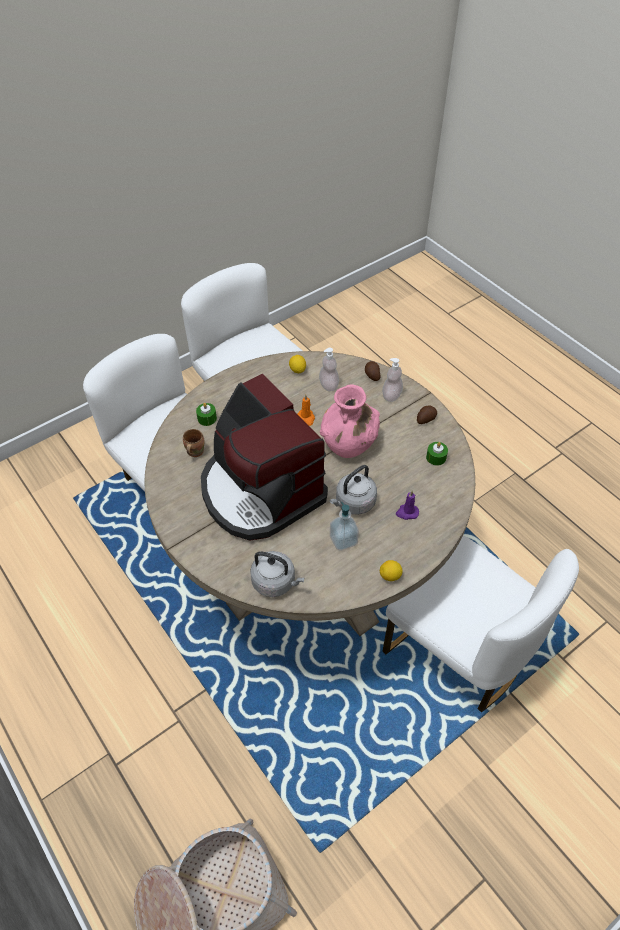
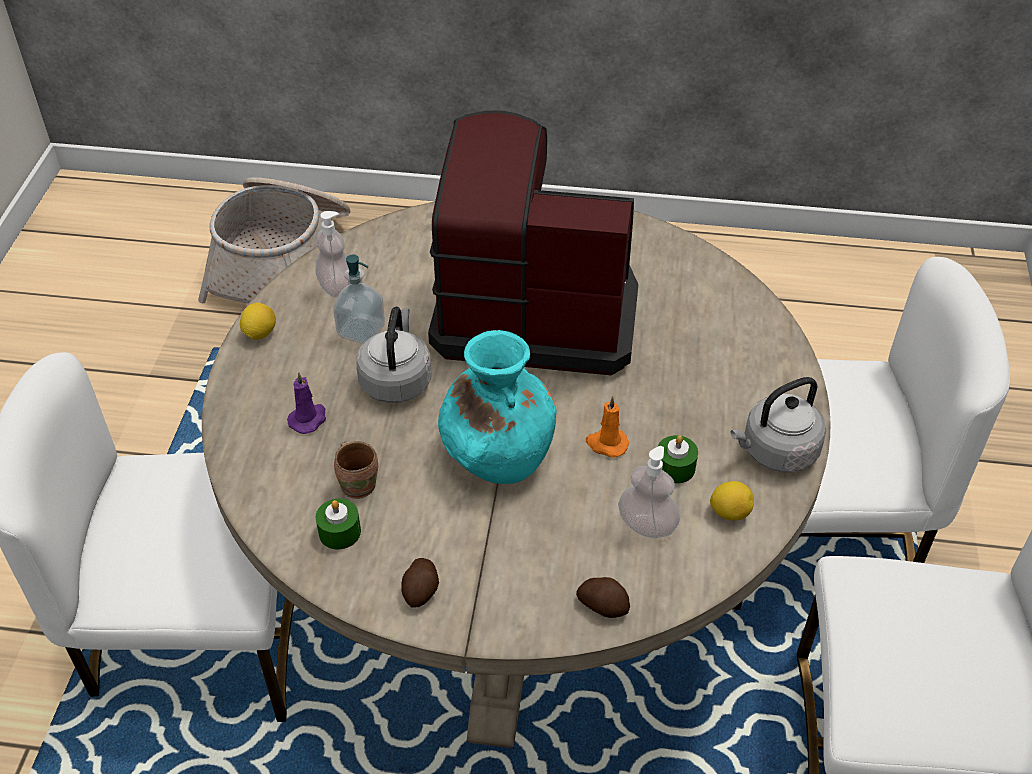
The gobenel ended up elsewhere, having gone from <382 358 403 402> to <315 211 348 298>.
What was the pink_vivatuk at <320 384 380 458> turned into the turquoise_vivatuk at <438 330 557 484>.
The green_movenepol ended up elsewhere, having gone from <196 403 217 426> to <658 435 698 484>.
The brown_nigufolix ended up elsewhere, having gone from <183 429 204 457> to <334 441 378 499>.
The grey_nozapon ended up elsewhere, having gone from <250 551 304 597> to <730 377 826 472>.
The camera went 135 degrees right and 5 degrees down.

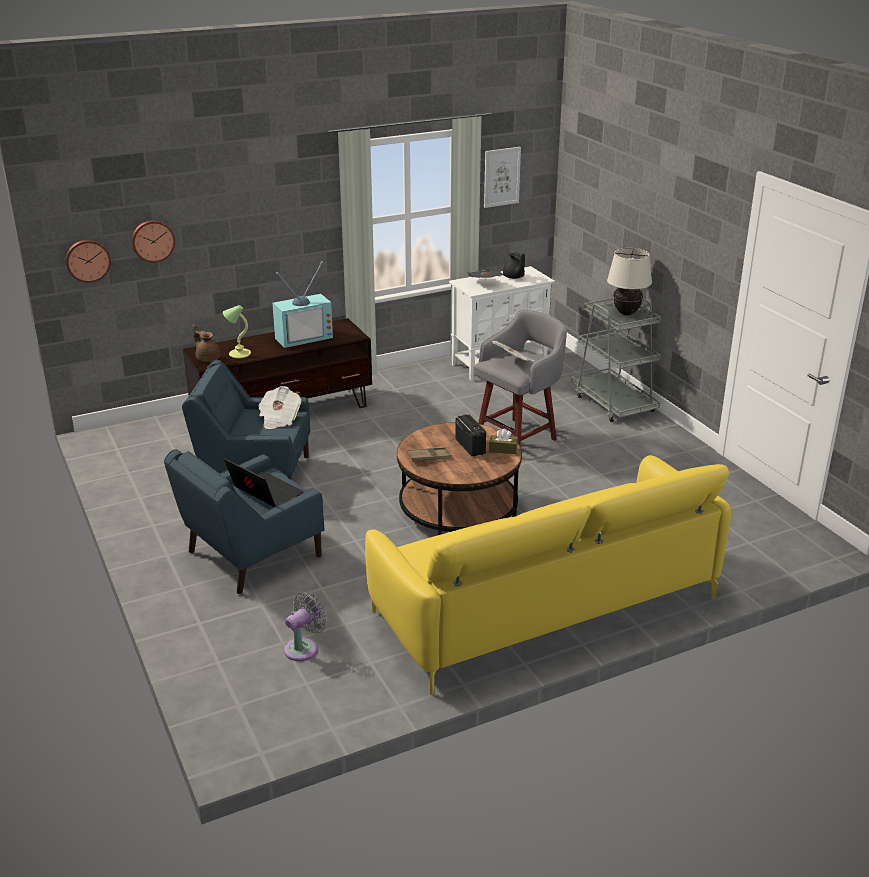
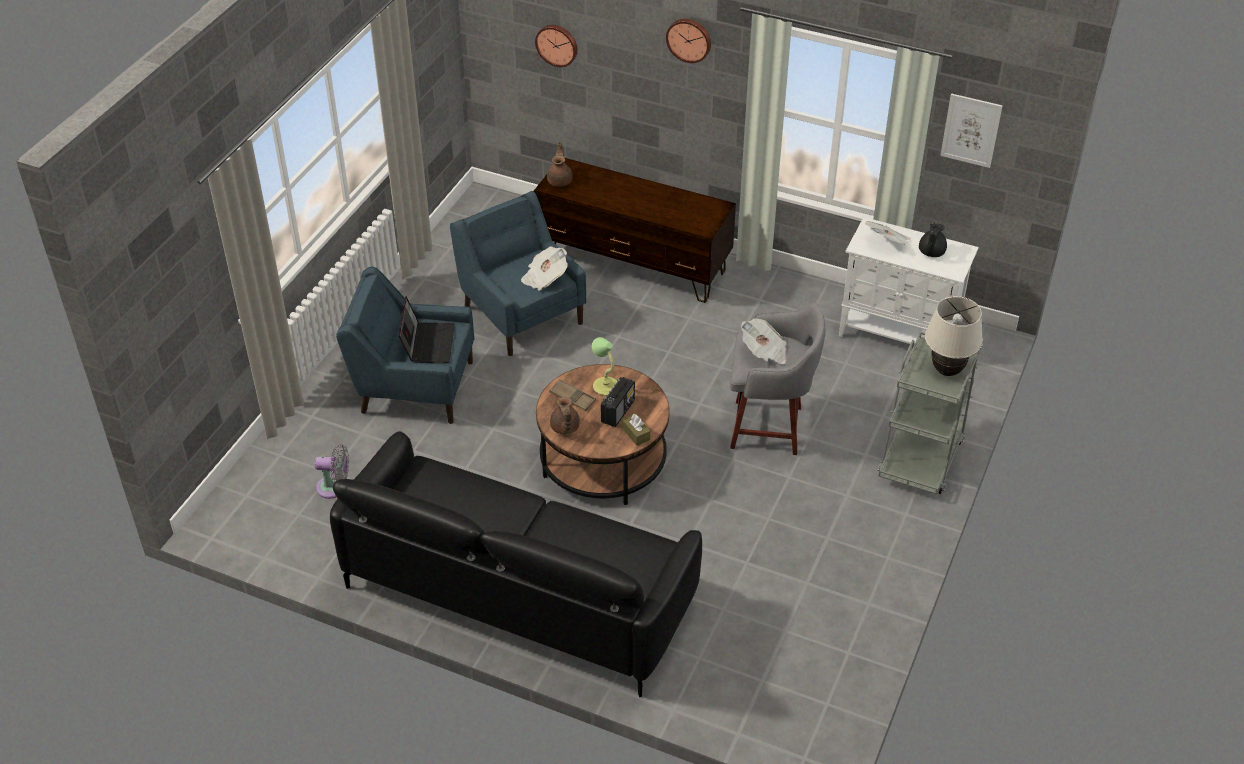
The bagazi ended up elsewhere, having gone from <66 240 111 283> to <666 19 711 63>.
The second view lost the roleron at <272 261 333 348>.
The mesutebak ended up elsewhere, having gone from <223 305 251 359> to <592 337 617 395>.
What was the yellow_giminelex at <365 455 731 695> turned into the black_giminelex at <330 431 702 697>.
The second view gained the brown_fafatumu at <550 397 580 435>.
The camera went 50 degrees right and 15 degrees up.

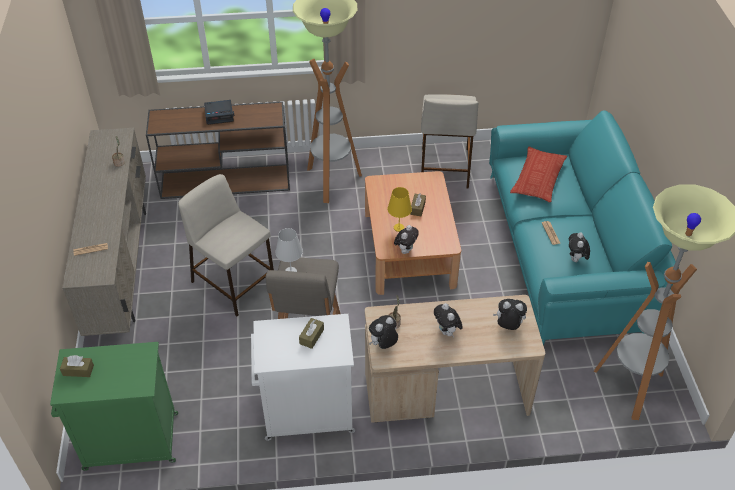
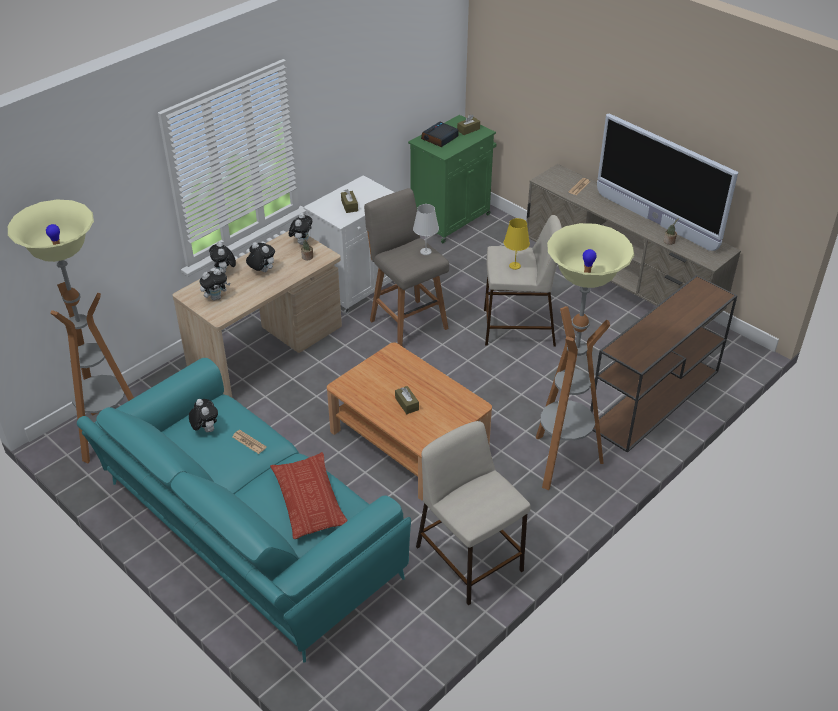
The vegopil ended up elsewhere, having gone from <204 100 235 125> to <421 122 459 147>.
The yellow_mesutebak ended up elsewhere, having gone from <387 187 412 232> to <504 218 530 270>.
The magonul ended up elsewhere, having gone from <394 225 419 254> to <209 241 236 273>.
The second view gained the roleron at <597 114 738 251>.
The camera went 140 degrees right and 5 degrees down.

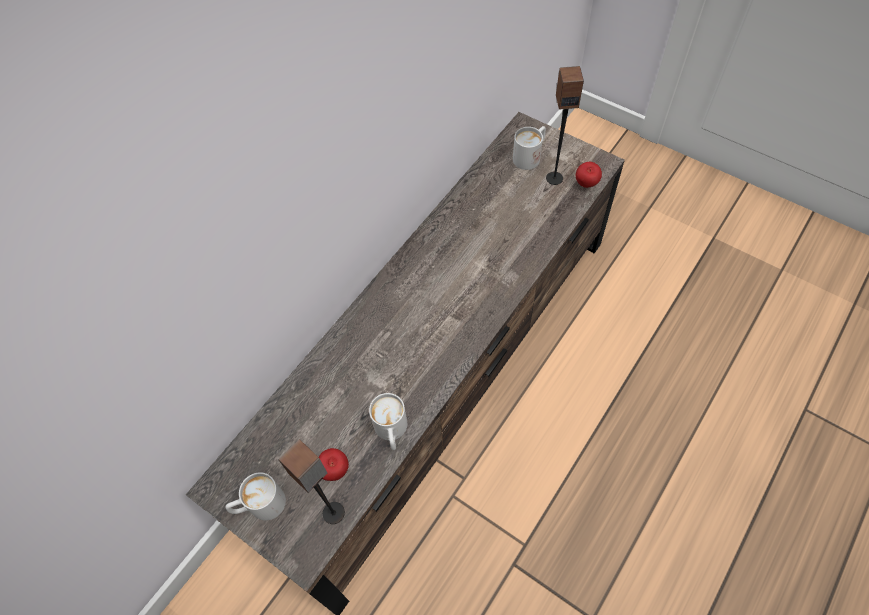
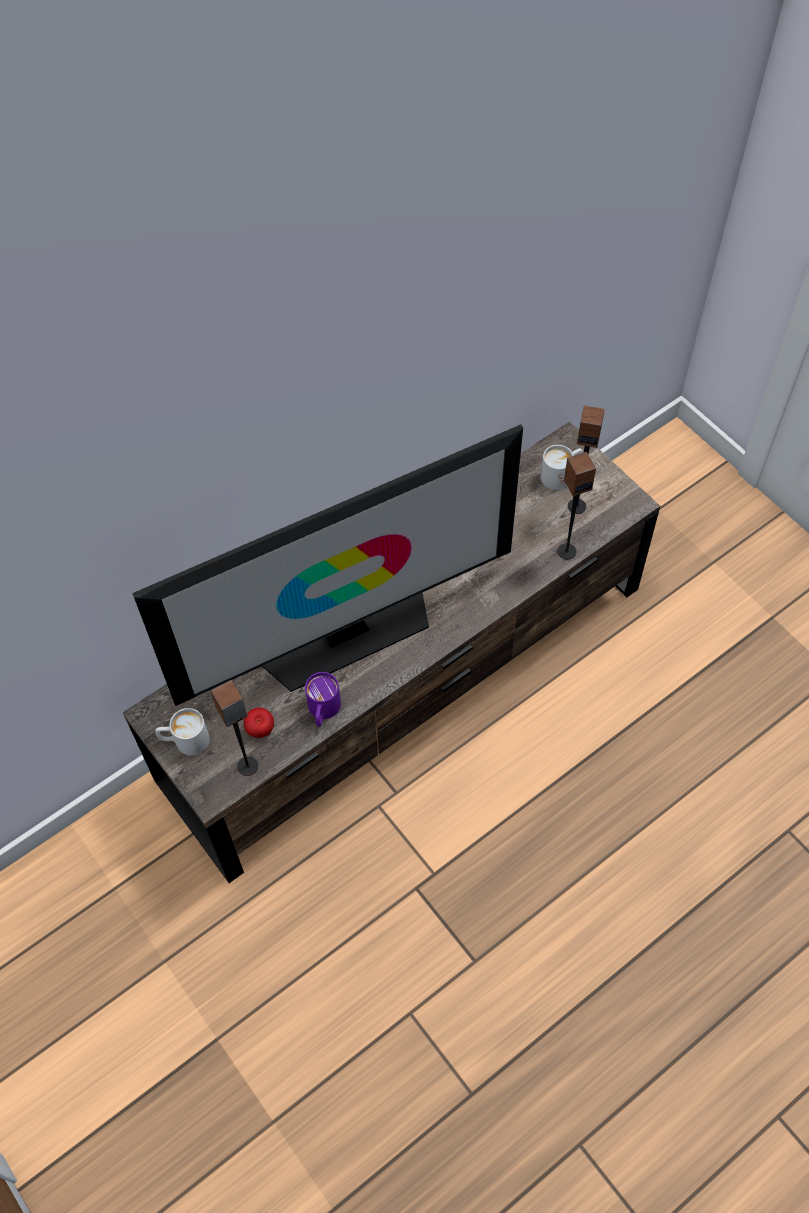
The second view lost the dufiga at <576 162 602 188>.
What was the white_nigufolix at <369 393 407 450> turned into the purple_nigufolix at <305 672 341 727>.
The second view gained the roleron at <132 424 523 706>.
The second view gained the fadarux at <557 452 596 559>.
The camera went 15 degrees right and 0 degrees up.

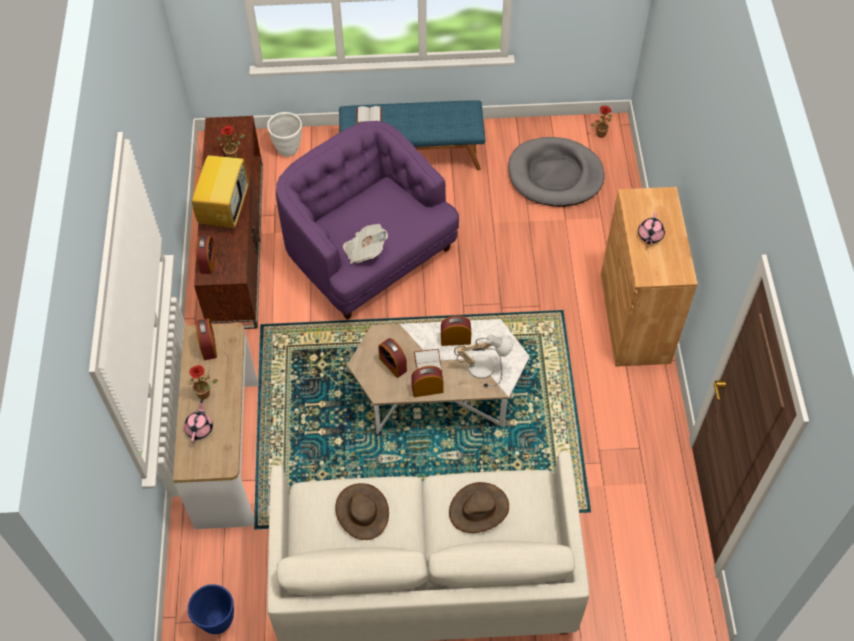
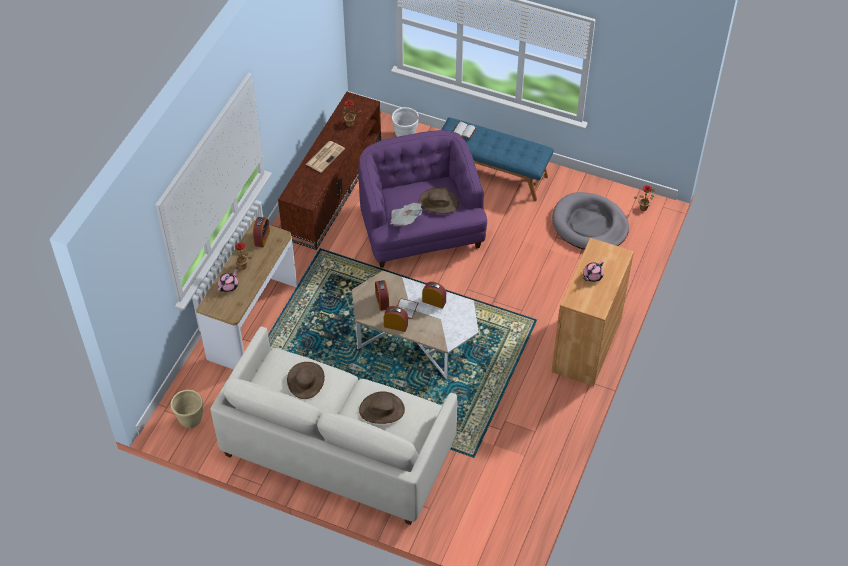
Where the roleron stood at <192 145 249 228>, the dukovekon came to stand at <306 141 345 172>.
The second view lost the vegopil at <196 236 216 274>.
The second view lost the mesutebak at <454 335 514 388>.
What was the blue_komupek at <188 584 234 634> turned into the beige_komupek at <171 390 203 428>.
The second view gained the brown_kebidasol at <419 187 459 214>.
The camera went 25 degrees right and 5 degrees down.

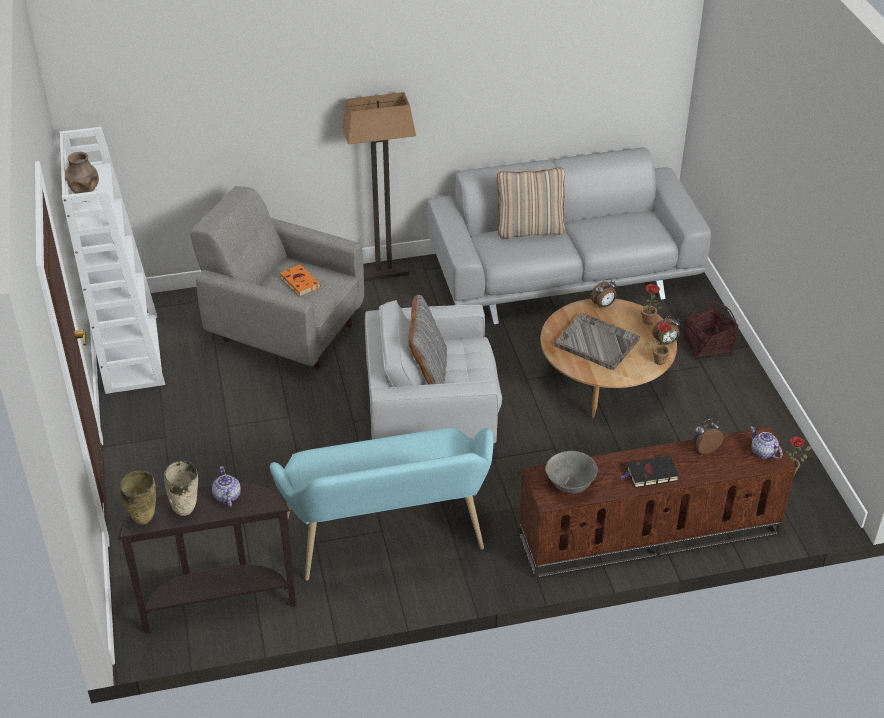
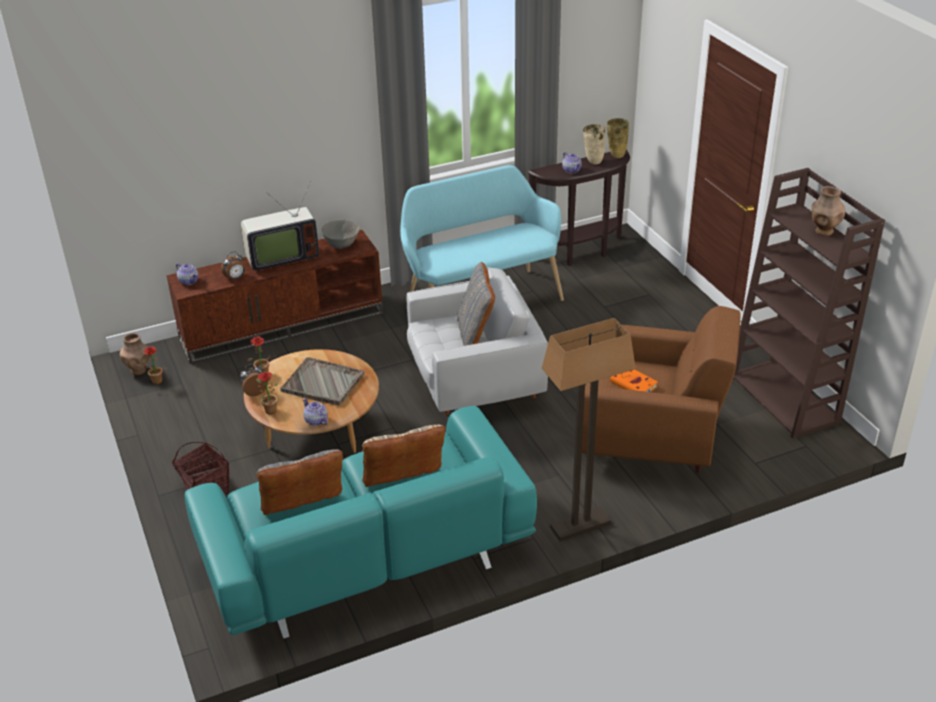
What was the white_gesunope at <59 127 165 394> turned into the brown_gesunope at <733 168 885 439>.
What was the grey_giminelex at <427 147 711 324> turned into the turquoise_giminelex at <185 406 537 639>.
What was the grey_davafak at <190 186 364 370> turned into the brown_davafak at <582 306 741 473>.
Where the vegopil stood at <591 279 617 308>, the fafatumu came to stand at <302 398 328 426>.
Where the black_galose stood at <621 456 679 488>, the roleron came to stand at <241 181 319 273>.
The second view gained the brown_vivatuk at <120 333 150 375>.
The second view gained the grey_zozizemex at <257 449 343 515>.
The camera went 170 degrees right and 5 degrees down.

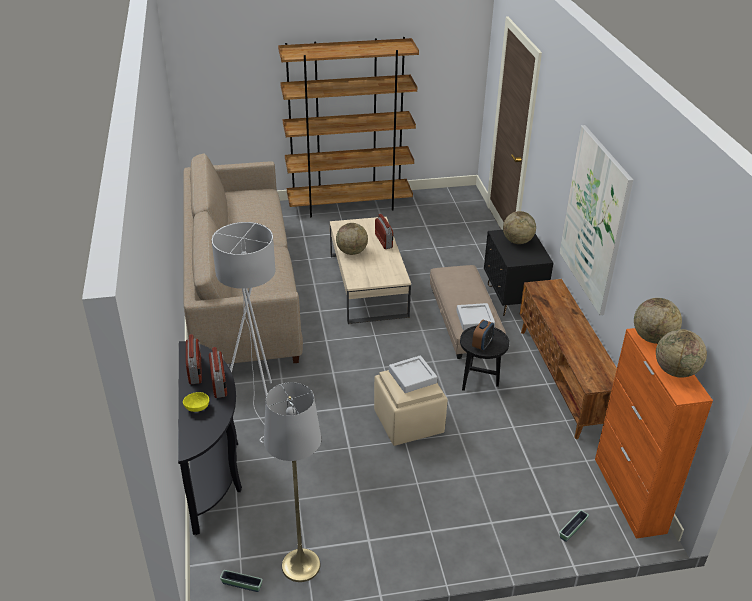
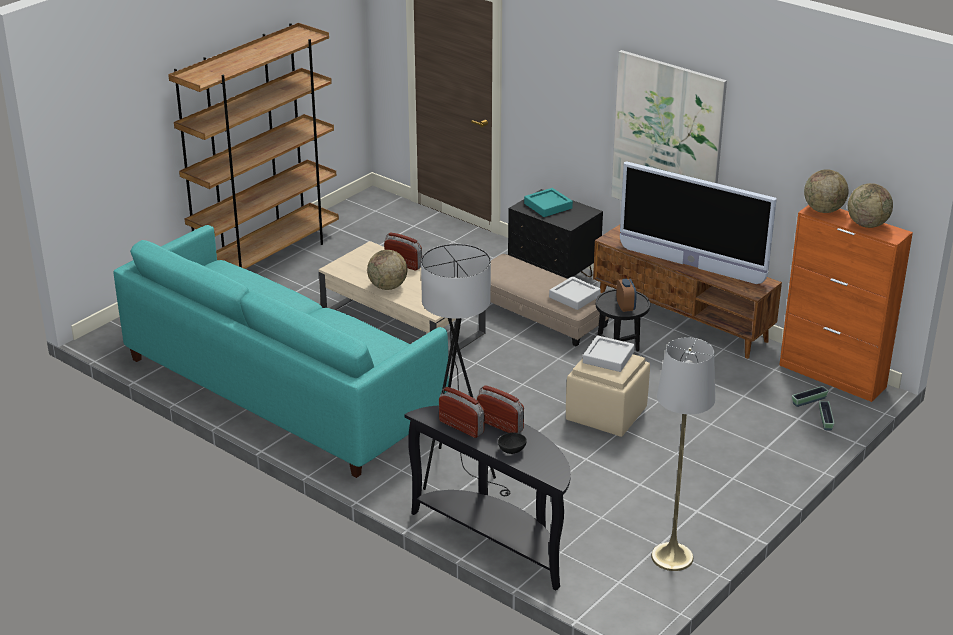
What was the beige_giminelex at <183 154 303 364> turned into the turquoise_giminelex at <113 225 449 478>.
Where the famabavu stood at <503 211 536 244>, the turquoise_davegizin came to stand at <524 188 573 217>.
What was the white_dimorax at <212 222 275 443> turned into the black_dimorax at <421 244 510 496>.
What was the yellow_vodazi at <183 392 209 412> turned into the black_vodazi at <498 432 527 454>.
The komupek ended up elsewhere, having gone from <220 570 263 592> to <792 386 828 407>.
The second view gained the roleron at <620 161 777 284>.
The camera went 40 degrees left and 5 degrees down.

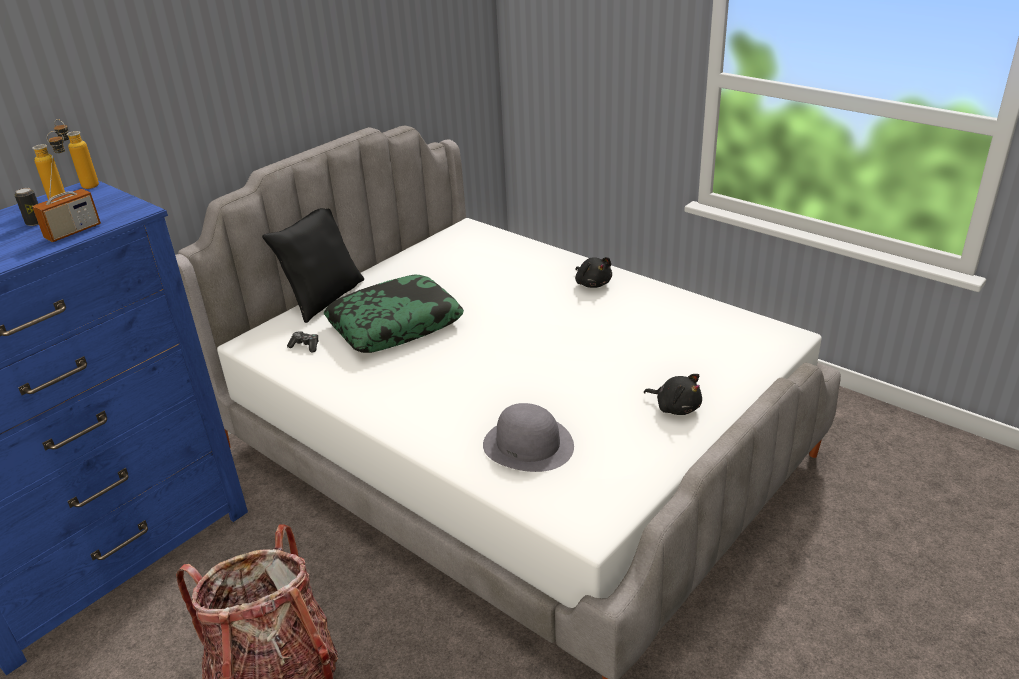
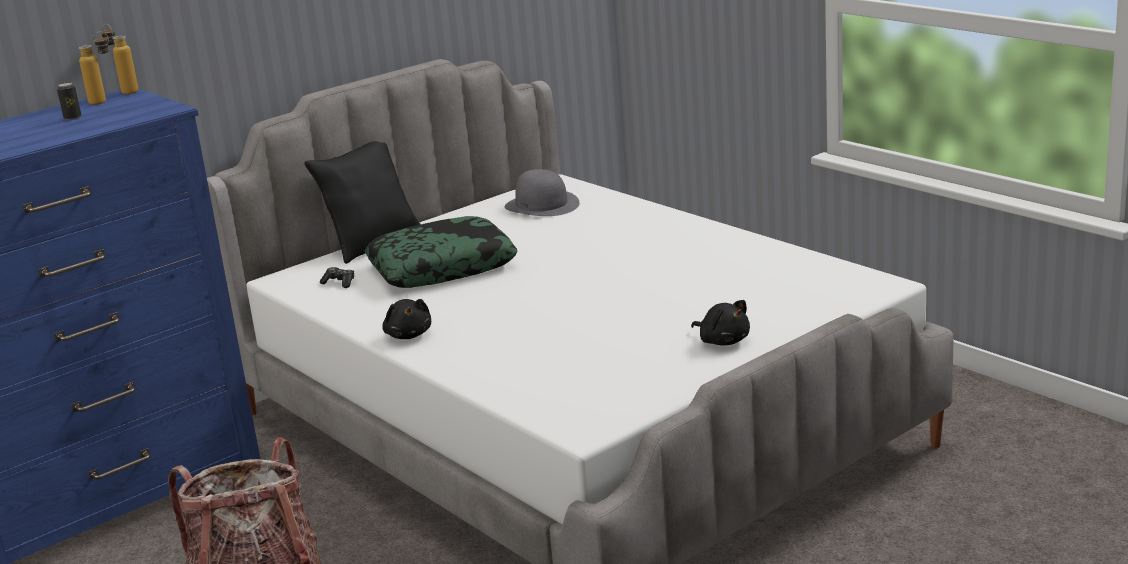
The second view lost the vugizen at <32 156 101 242>.
The black_magonul ended up elsewhere, having gone from <575 257 612 288> to <382 299 431 339>.
The grey_kebidasol ended up elsewhere, having gone from <483 403 574 472> to <505 169 580 216>.
The camera went 10 degrees right and 10 degrees down.

